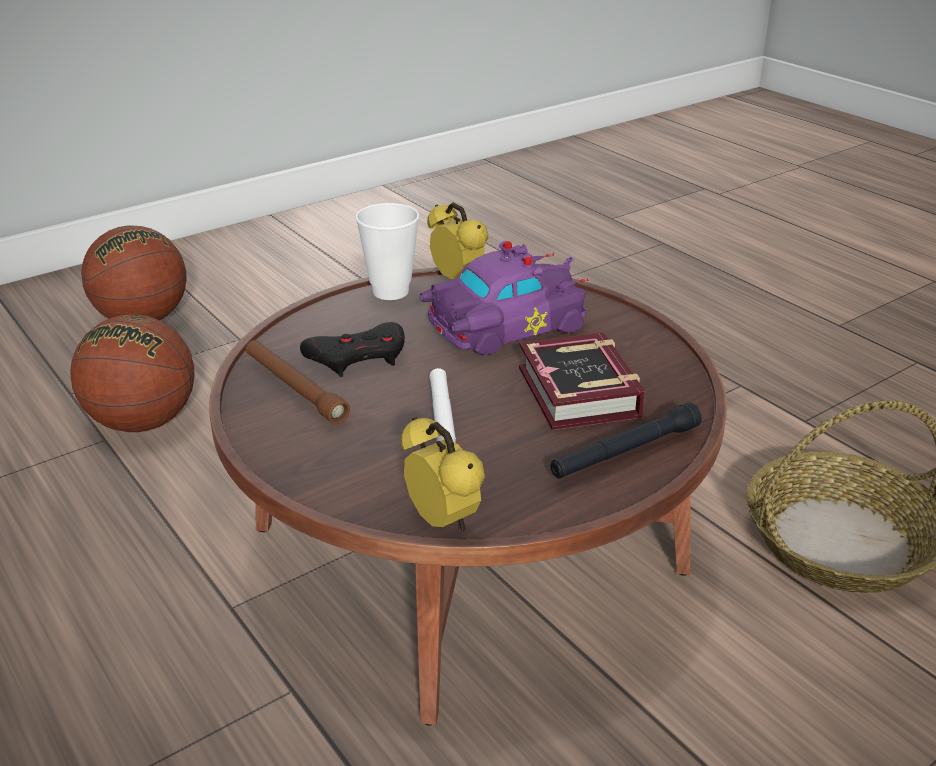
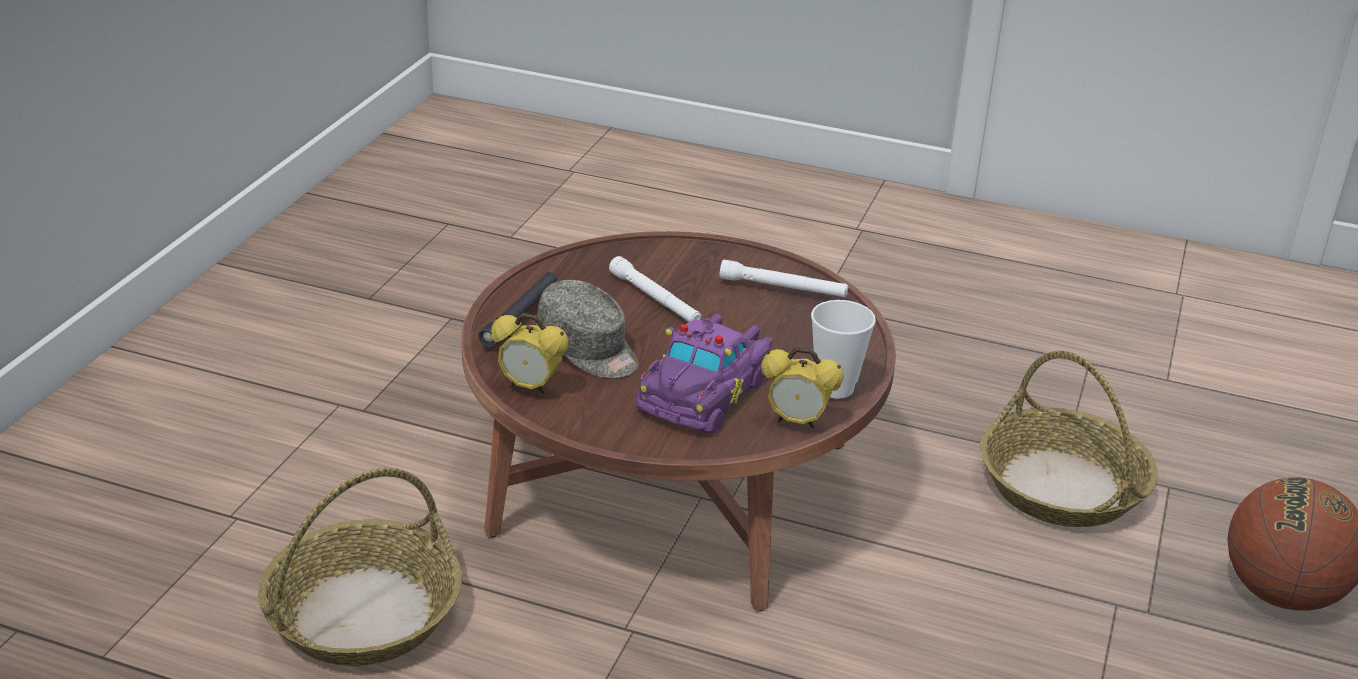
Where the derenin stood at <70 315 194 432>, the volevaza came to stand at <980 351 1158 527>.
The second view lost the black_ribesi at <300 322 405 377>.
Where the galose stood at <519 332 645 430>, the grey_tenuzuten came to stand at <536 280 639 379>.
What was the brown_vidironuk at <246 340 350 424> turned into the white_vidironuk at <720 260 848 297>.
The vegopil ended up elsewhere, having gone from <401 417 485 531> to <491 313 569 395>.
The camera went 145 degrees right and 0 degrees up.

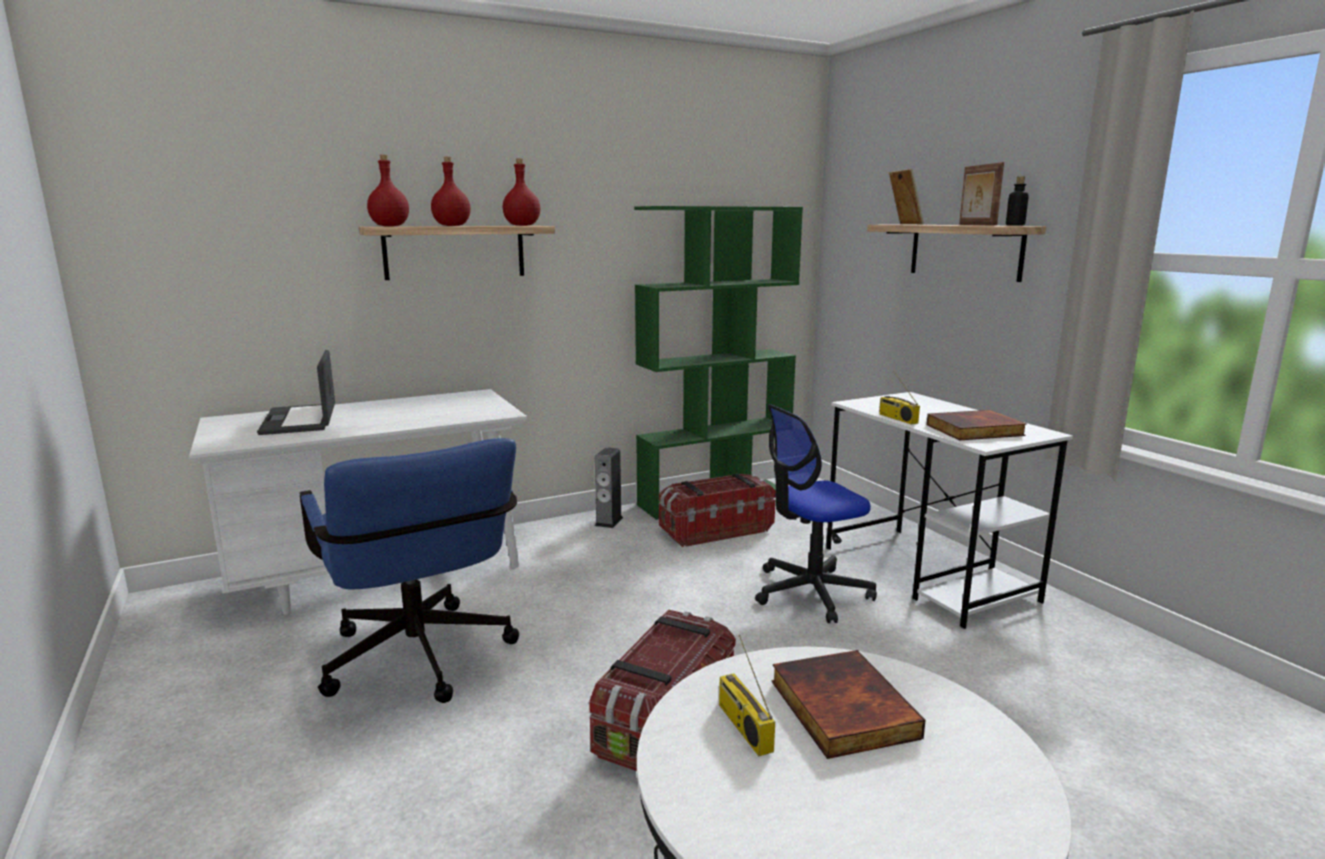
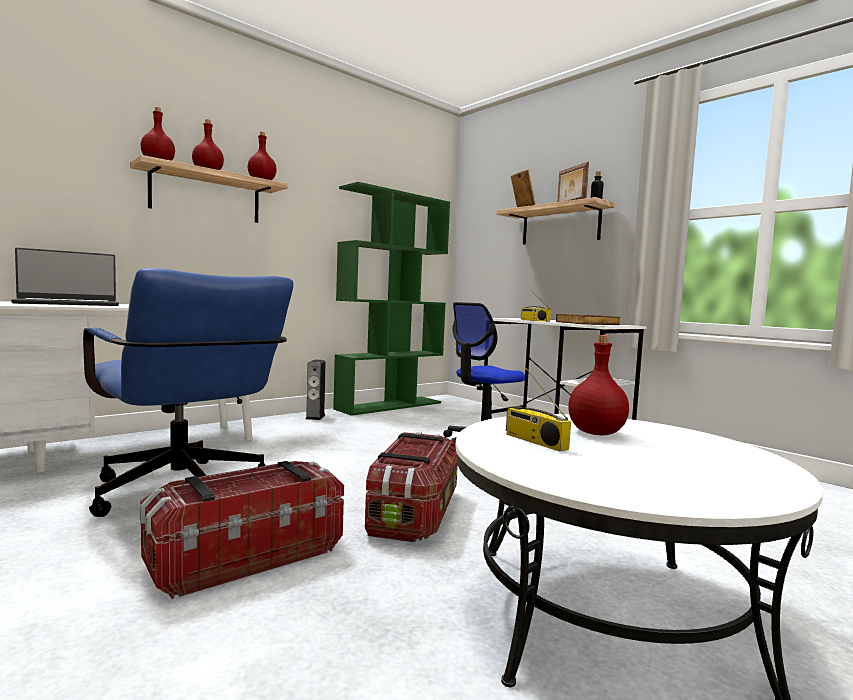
The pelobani at <257 350 335 435> ended up facing another way, 90 degrees counterclockwise from before.
The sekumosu ended up elsewhere, having gone from <659 474 776 547> to <140 461 344 599>.
Where the galose stood at <772 650 926 759>, the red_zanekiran came to stand at <568 335 629 435>.
The camera went 15 degrees left and 10 degrees down.

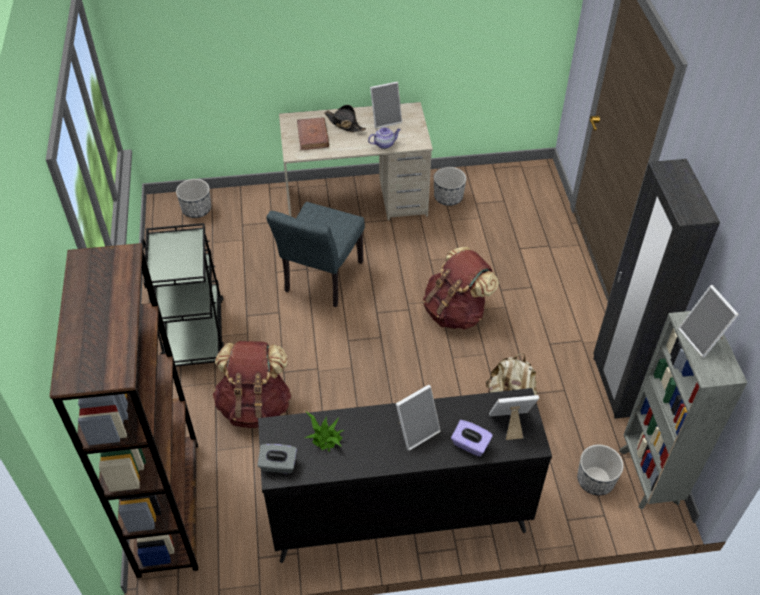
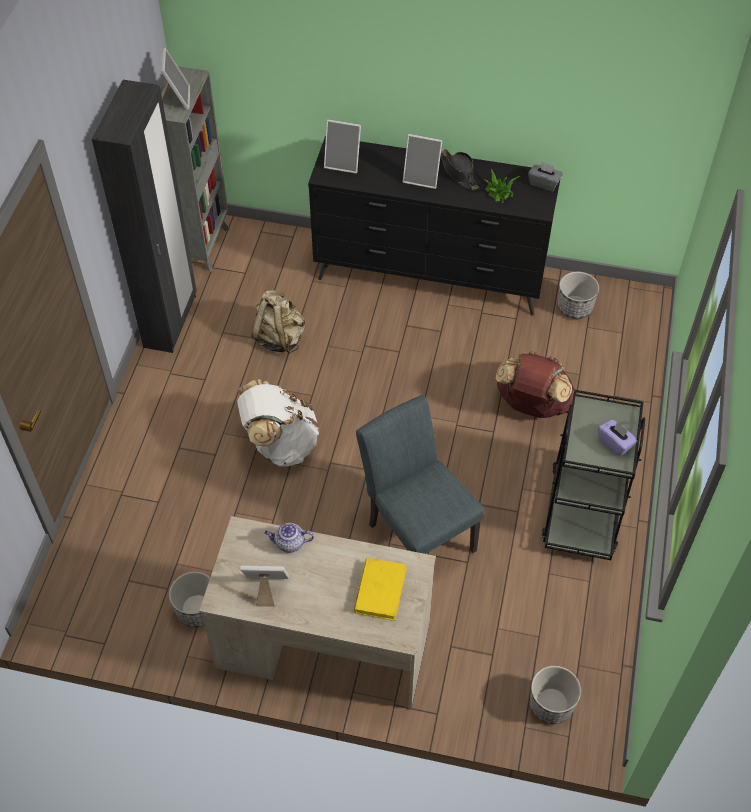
The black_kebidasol ended up elsewhere, having gone from <325 105 366 132> to <441 149 479 191>.
What was the brown_galose at <297 117 329 150> turned into the yellow_galose at <354 558 407 621>.
The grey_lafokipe at <266 202 365 307> ended up facing another way, 75 degrees counterclockwise from before.
The second view lost the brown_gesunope at <50 243 198 578>.
What was the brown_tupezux at <423 246 499 330> turned into the white_tupezux at <237 379 319 467>.
The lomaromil at <396 385 441 451> ended up facing another way, 150 degrees counterclockwise from before.
The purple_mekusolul ended up elsewhere, having gone from <451 420 493 457> to <598 419 637 456>.
The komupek ended up elsewhere, having gone from <577 444 624 496> to <558 272 599 319>.
The camera went 160 degrees left and 5 degrees up.

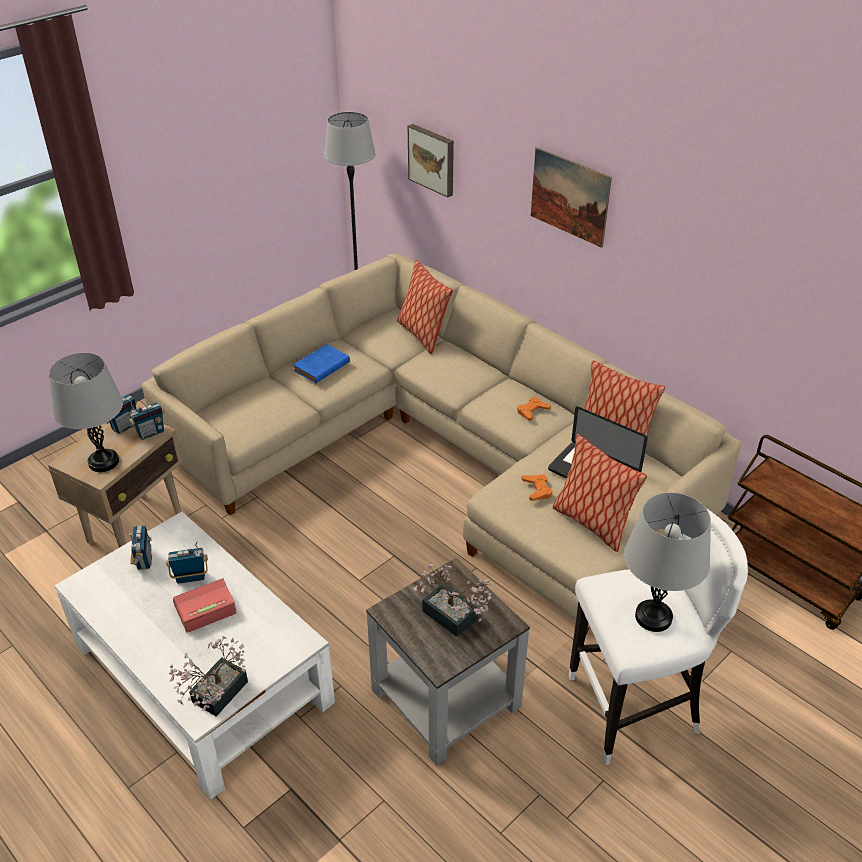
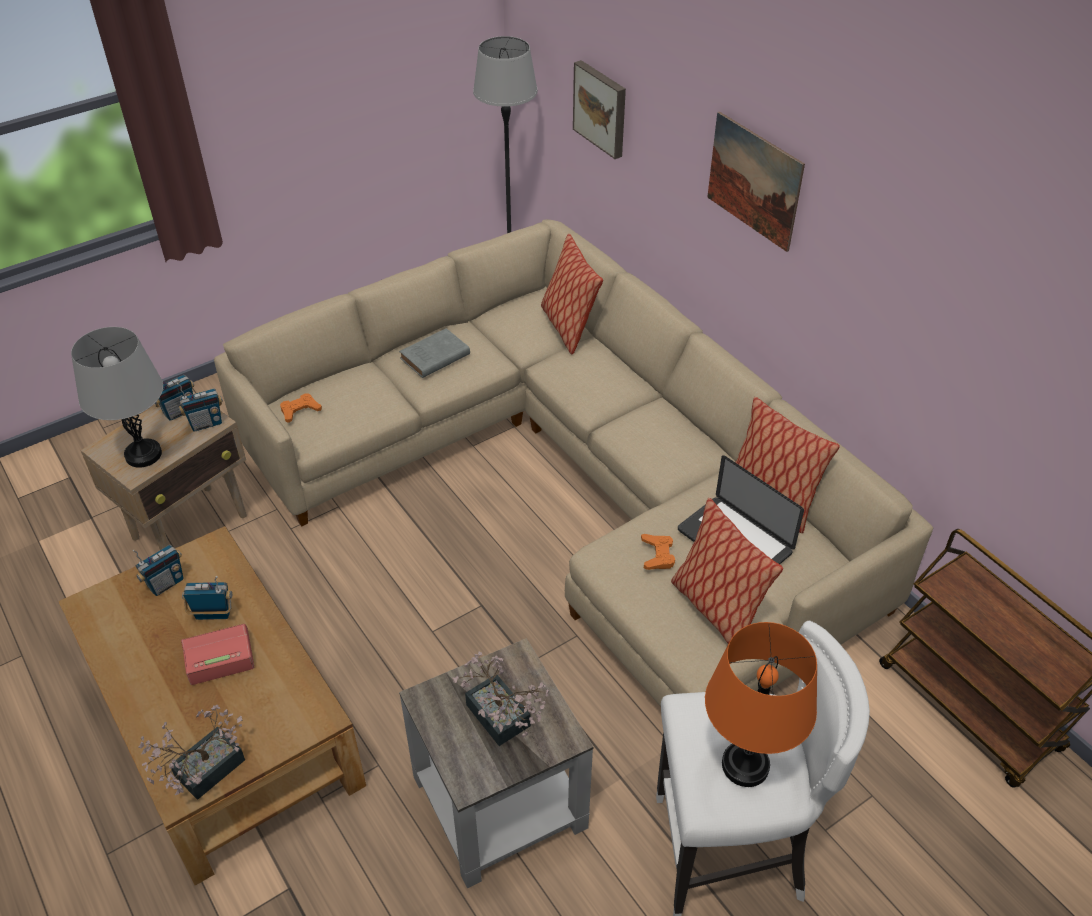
What was the blue_galose at <293 344 350 383> turned into the grey_galose at <399 328 470 378>.
The orange_ribesi ended up elsewhere, having gone from <517 397 551 421> to <280 393 322 423>.
What was the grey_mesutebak at <624 492 711 632> turned into the orange_mesutebak at <705 622 817 787>.
What was the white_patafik at <54 512 335 799> turned into the brown_patafik at <58 526 366 886>.
The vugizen at <129 525 152 570> ended up facing another way, 45 degrees clockwise from before.
The camera went 10 degrees right and 5 degrees up.

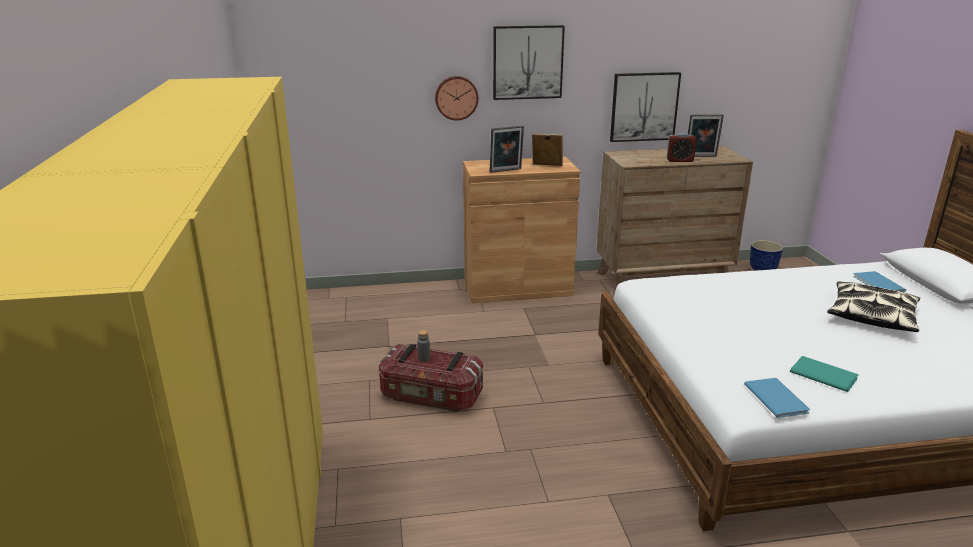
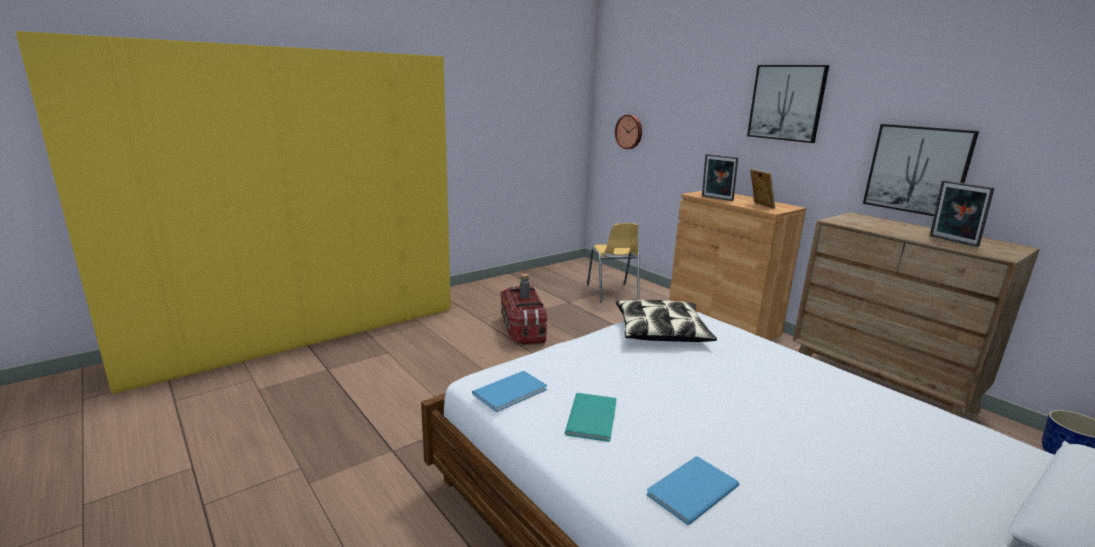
The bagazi ended up elsewhere, having gone from <435 76 478 121> to <615 115 642 149>.
The second view lost the vegopil at <667 133 697 162>.
The blue_galose ended up elsewhere, having gone from <853 271 906 292> to <647 456 740 525>.
The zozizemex ended up elsewhere, having gone from <827 281 920 332> to <616 300 717 342>.
The second view gained the yellow_lafokipe at <587 223 640 302>.
The camera went 60 degrees right and 5 degrees down.

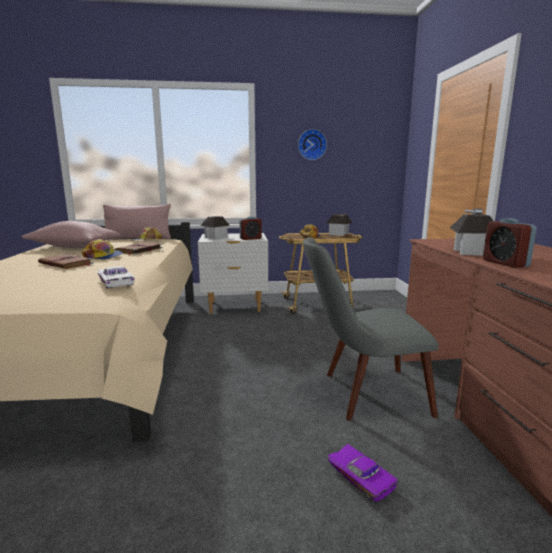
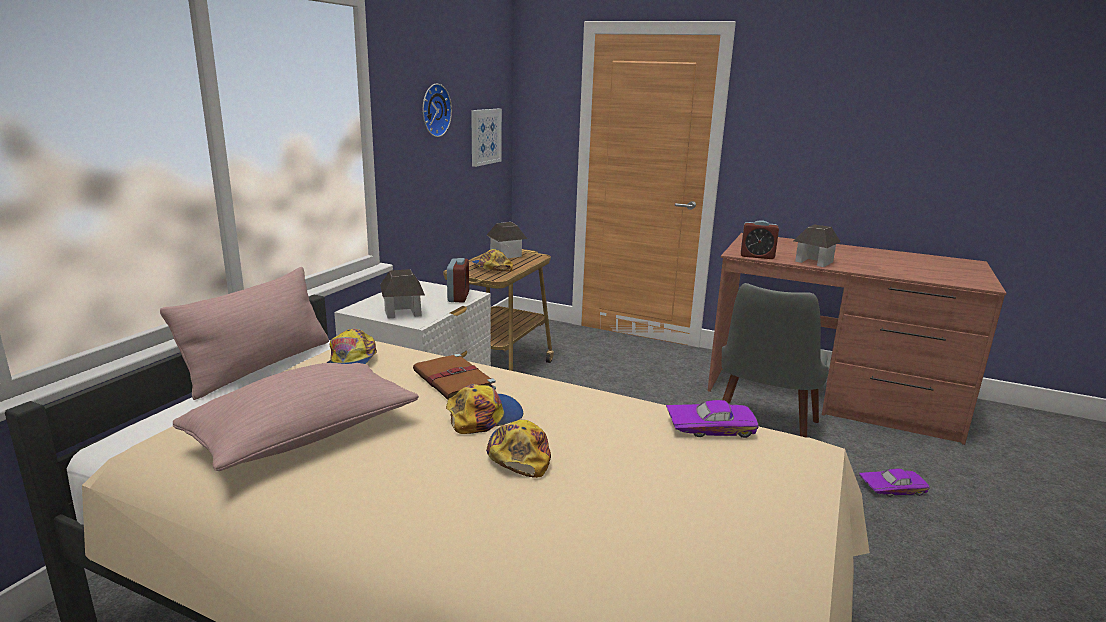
The vegopil ended up elsewhere, having gone from <483 218 537 268> to <741 220 779 259>.
Where the brown_galose stood at <38 254 94 269>, the tenuzuten came to stand at <486 419 551 478>.
What was the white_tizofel at <97 266 135 289> turned into the purple_tizofel at <666 400 758 438>.
The second view gained the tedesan at <471 109 502 167>.
The camera went 60 degrees left and 5 degrees up.

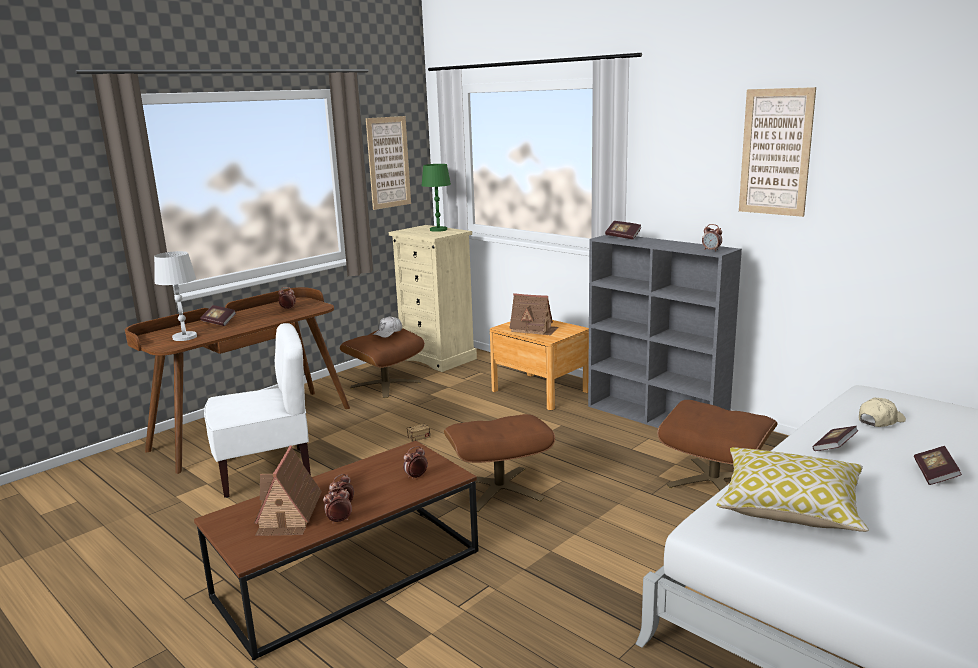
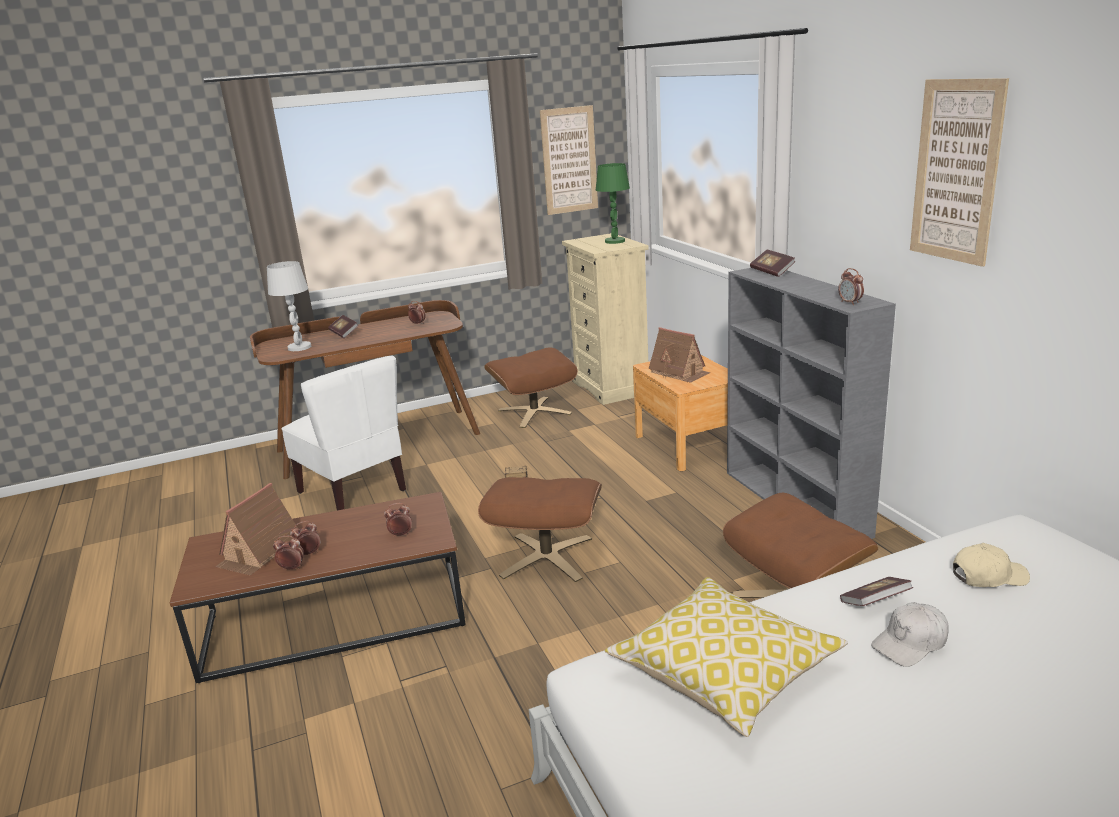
The white_tenuzuten ended up elsewhere, having gone from <373 316 402 338> to <871 602 949 667>.
The white_lafokipe at <204 323 311 498> ended up facing another way, 45 degrees clockwise from before.
The second view lost the galose at <914 446 962 485>.
The camera went 25 degrees right and 5 degrees up.

